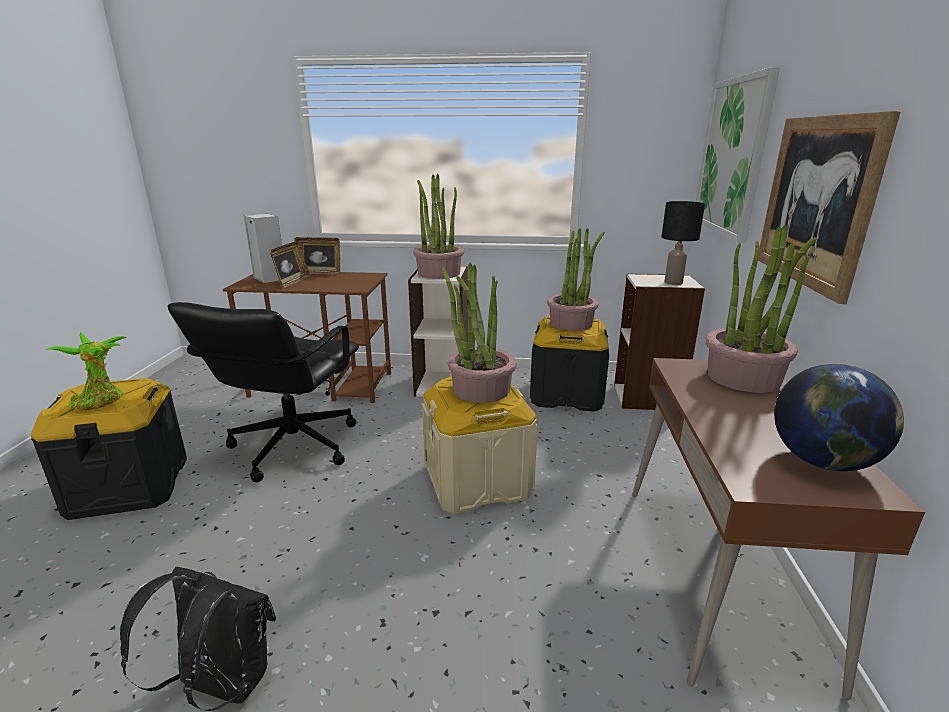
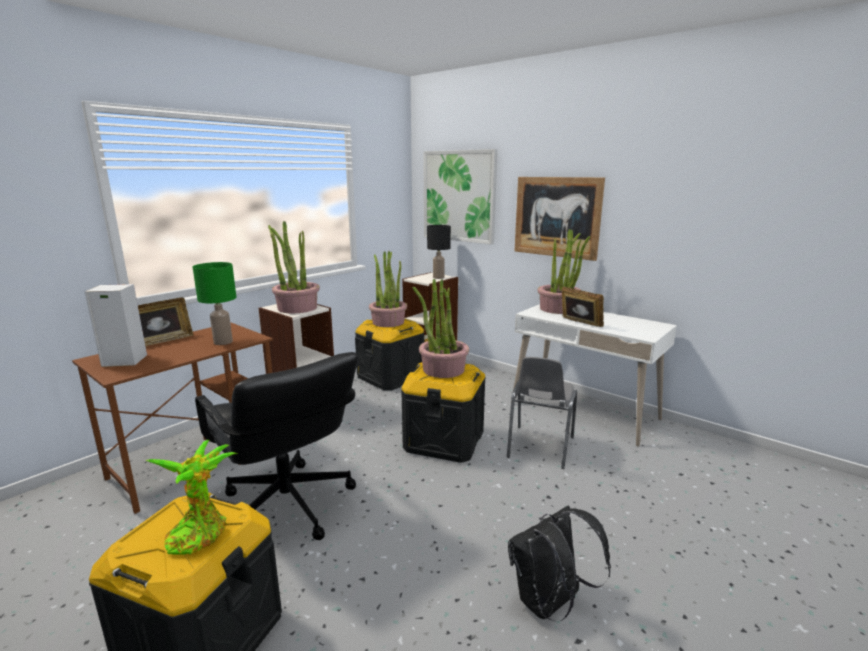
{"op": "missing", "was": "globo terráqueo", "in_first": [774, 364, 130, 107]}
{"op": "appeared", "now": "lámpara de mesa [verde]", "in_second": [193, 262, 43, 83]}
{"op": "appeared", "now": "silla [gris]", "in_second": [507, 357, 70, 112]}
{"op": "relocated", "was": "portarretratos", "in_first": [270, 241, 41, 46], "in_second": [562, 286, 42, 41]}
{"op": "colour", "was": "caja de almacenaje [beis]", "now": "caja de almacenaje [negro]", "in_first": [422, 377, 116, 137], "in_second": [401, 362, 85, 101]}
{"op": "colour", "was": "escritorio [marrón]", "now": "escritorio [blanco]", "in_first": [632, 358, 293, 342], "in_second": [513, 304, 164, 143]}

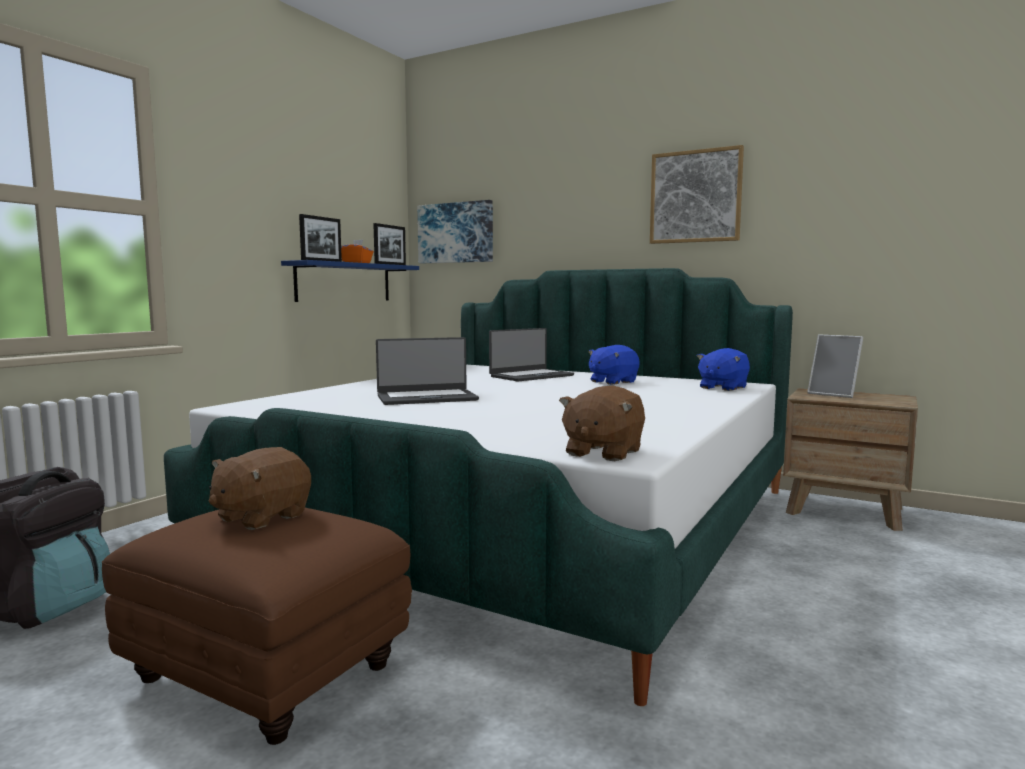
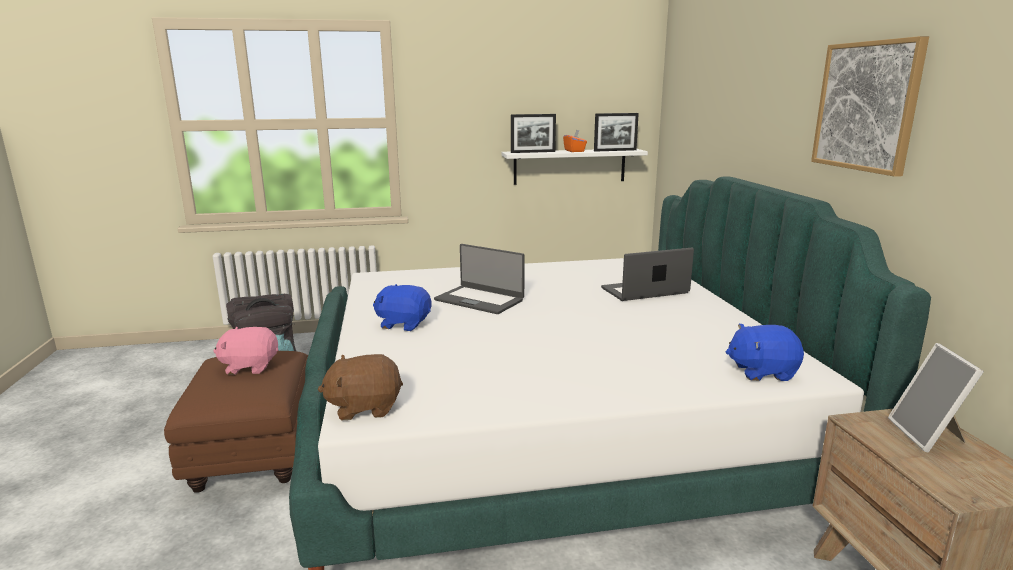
{"op": "missing", "was": "cuadro", "in_first": [417, 200, 76, 63]}
{"op": "relocated", "was": "peluche [azul]", "in_first": [588, 345, 52, 40], "in_second": [373, 284, 59, 47]}
{"op": "colour", "was": "peluche [marrón]", "now": "peluche [rosa]", "in_first": [209, 447, 102, 83], "in_second": [213, 327, 65, 48]}
{"op": "colour", "was": "estante [azul]", "now": "estante [blanco]", "in_first": [281, 260, 138, 42], "in_second": [501, 149, 147, 36]}
{"op": "spun", "was": "portátil", "in_first": [489, 328, 85, 54], "in_second": [601, 248, 93, 53], "clockwise": 150}

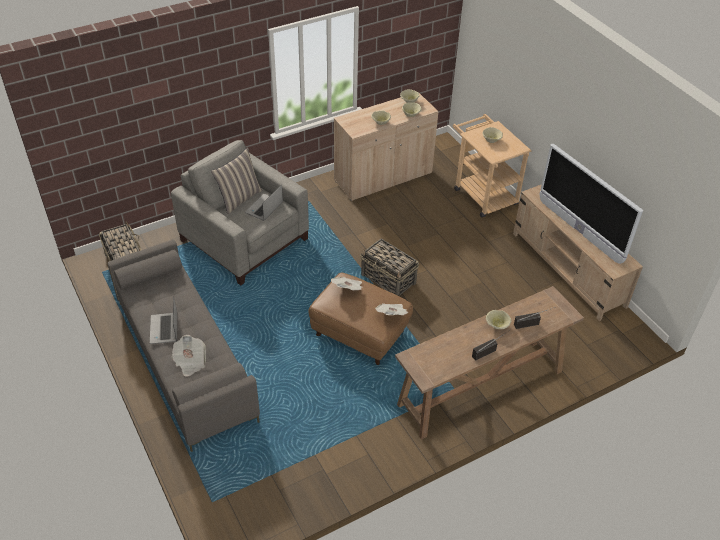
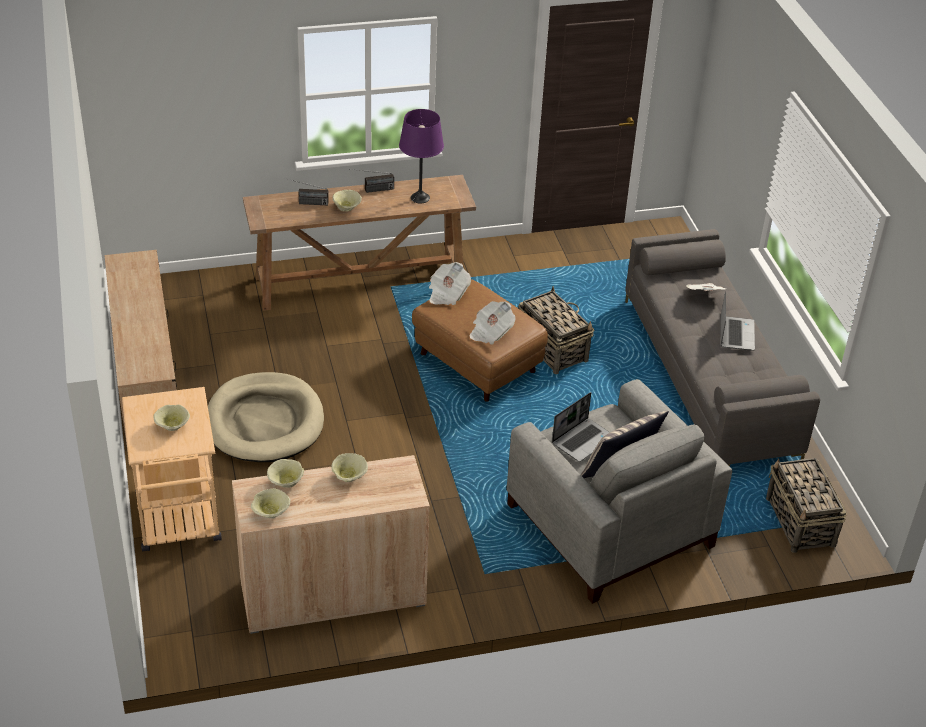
{"op": "missing", "was": "televisor", "in_first": [540, 144, 103, 120]}
{"op": "appeared", "now": "cama para perro [beis]", "in_second": [208, 372, 116, 90]}
{"op": "appeared", "now": "lámpara de mesa [morado]", "in_second": [399, 109, 45, 95]}
{"op": "relocated", "was": "cesta", "in_first": [360, 238, 59, 58], "in_second": [518, 286, 76, 88]}

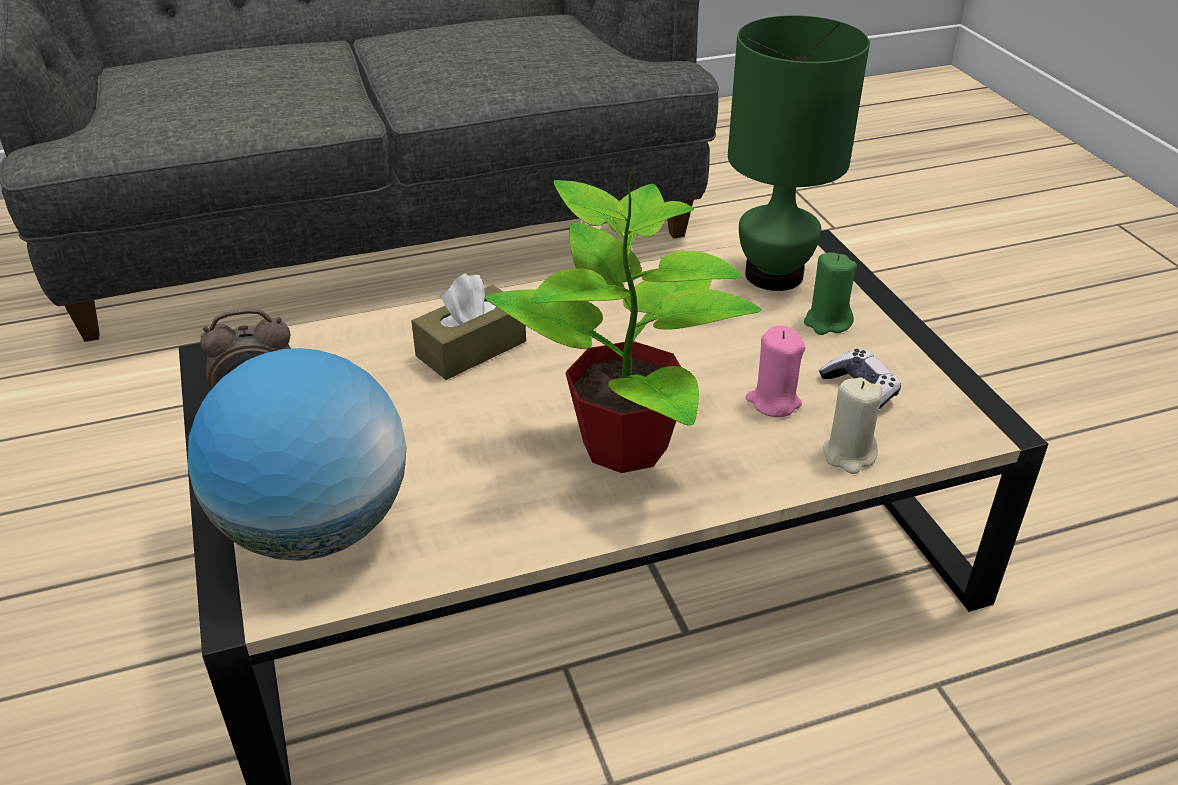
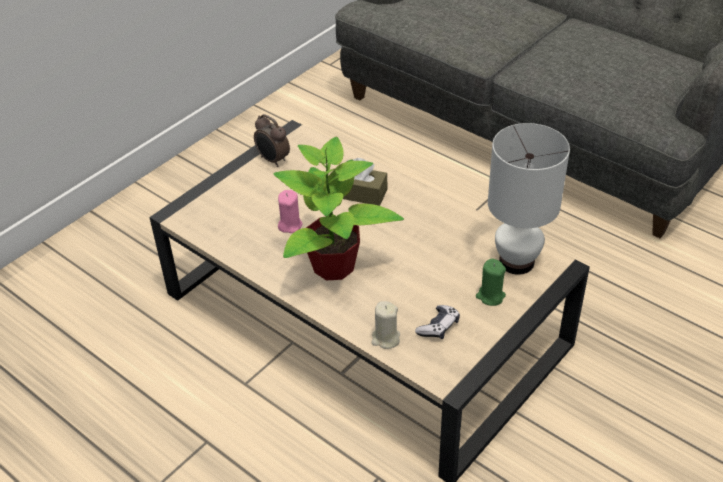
{"op": "missing", "was": "globo terráqueo", "in_first": [188, 348, 218, 213]}
{"op": "relocated", "was": "vela [rosa]", "in_first": [745, 325, 61, 92], "in_second": [278, 190, 25, 43]}
{"op": "colour", "was": "lámpara de mesa [verde]", "now": "lámpara de mesa [blanco]", "in_first": [728, 15, 142, 276], "in_second": [488, 123, 82, 152]}

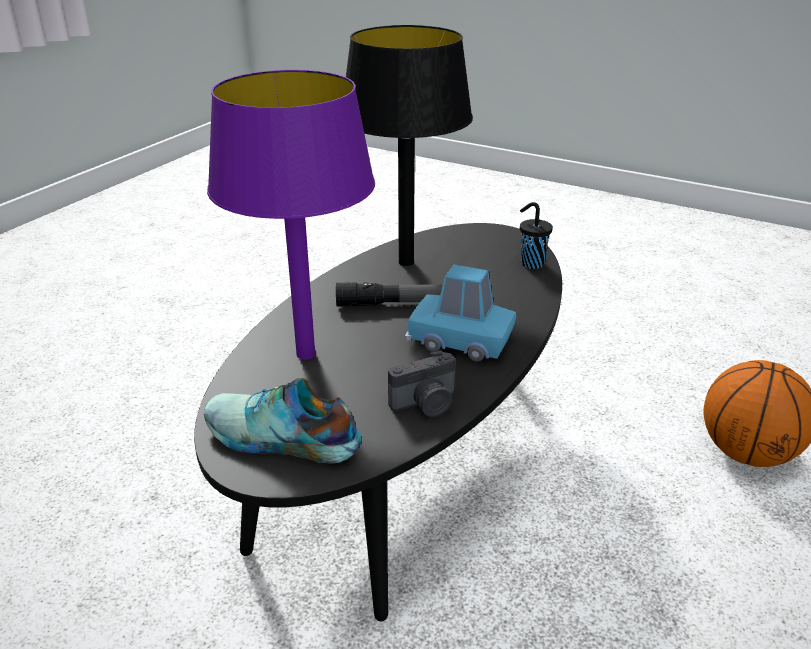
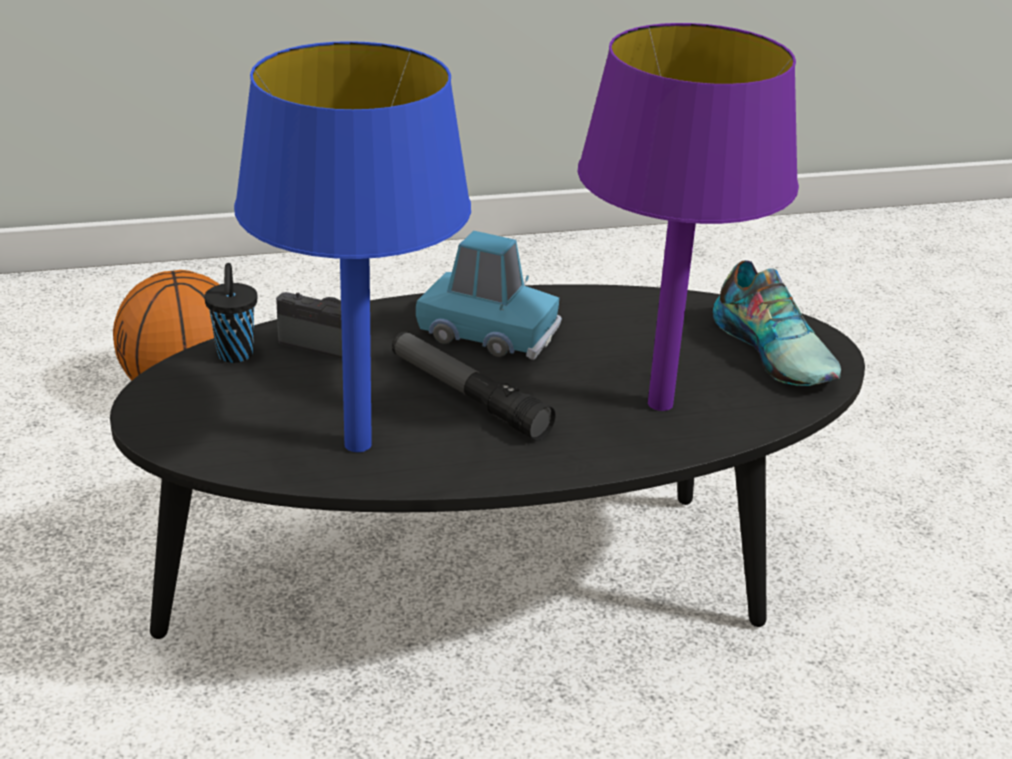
{"op": "relocated", "was": "cámara", "in_first": [388, 351, 67, 66], "in_second": [276, 292, 66, 67]}
{"op": "colour", "was": "lámpara de mesa [negro]", "now": "lámpara de mesa [azul]", "in_first": [346, 25, 127, 241], "in_second": [234, 41, 237, 411]}
{"op": "spun", "was": "coche de juguete [azul]", "in_first": [405, 264, 111, 97], "in_second": [416, 231, 146, 129], "clockwise": -45}

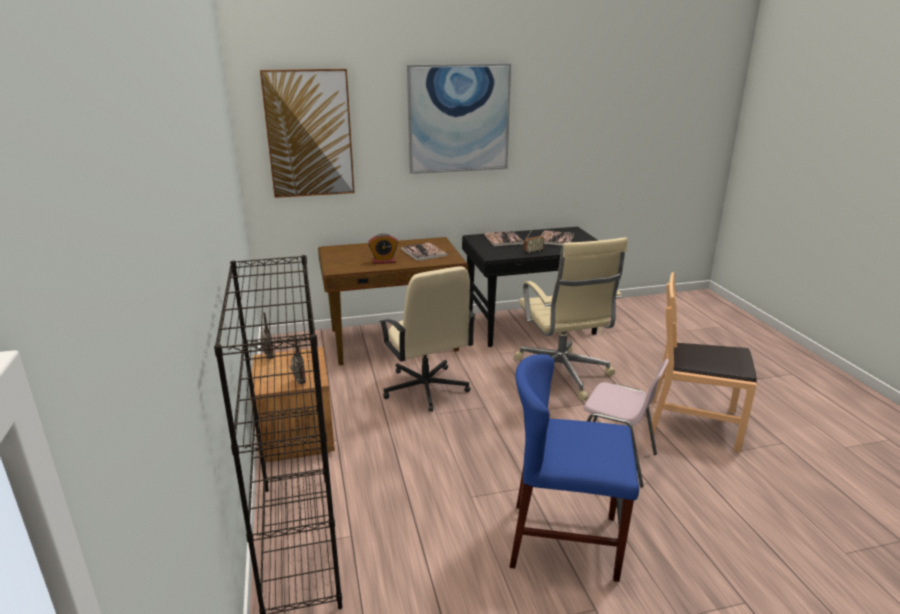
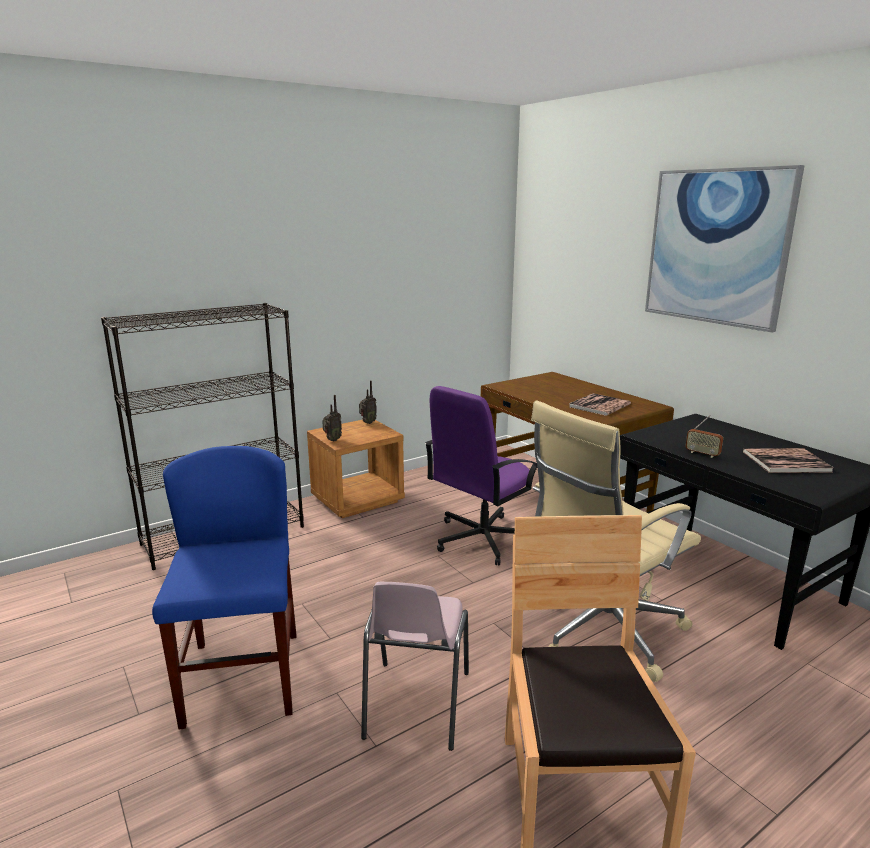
{"op": "missing", "was": "cuadro", "in_first": [260, 69, 95, 129]}
{"op": "missing", "was": "despertador", "in_first": [368, 233, 30, 31]}
{"op": "missing", "was": "libro", "in_first": [484, 231, 40, 15]}
{"op": "colour", "was": "silla de oficina [beis]", "now": "silla de oficina [morado]", "in_first": [379, 266, 97, 146], "in_second": [425, 386, 112, 179]}

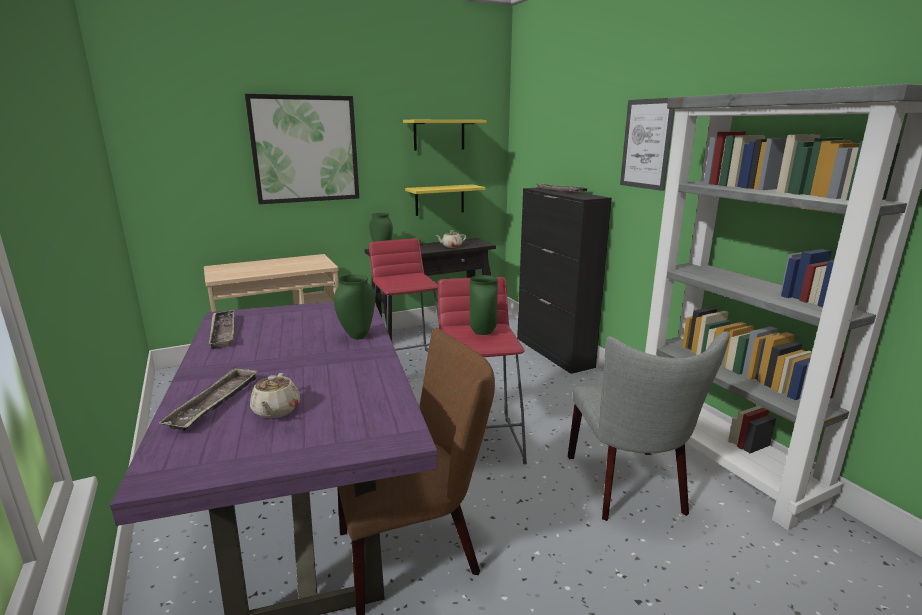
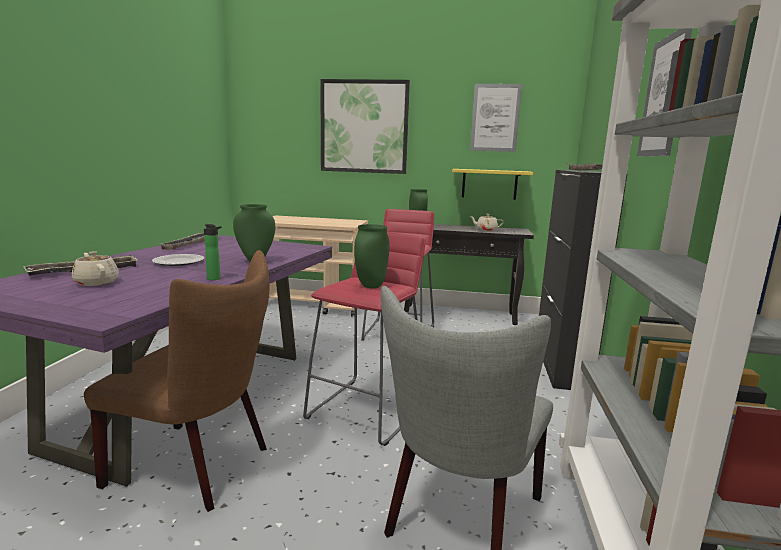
{"op": "appeared", "now": "plato", "in_second": [152, 254, 52, 12]}
{"op": "appeared", "now": "botella", "in_second": [204, 224, 18, 56]}
{"op": "exchanged", "was": "estante [amarillo]", "now": "cuadro", "in_first": [403, 120, 84, 31], "in_second": [470, 84, 52, 68]}
{"op": "spun", "was": "tetera [beis]", "in_first": [250, 373, 50, 45], "in_second": [72, 251, 47, 35], "clockwise": 105}

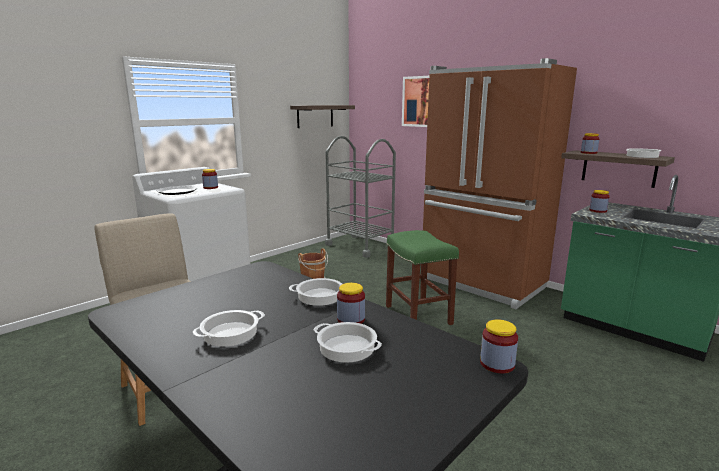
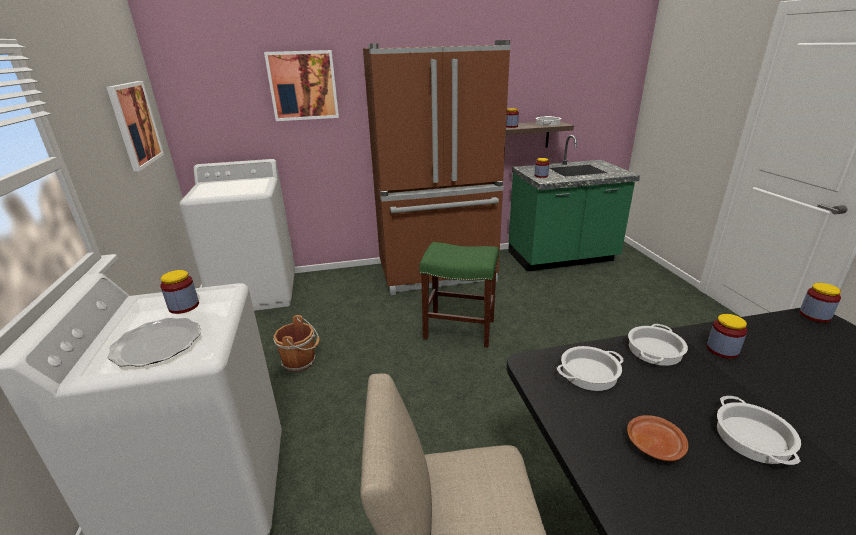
{"op": "appeared", "now": "plato [marrón]", "in_second": [627, 415, 61, 46]}
{"op": "relocated", "was": "olla", "in_first": [314, 322, 68, 41], "in_second": [557, 346, 67, 45]}
{"op": "exchanged", "was": "estante", "now": "cuadro", "in_first": [290, 105, 65, 23], "in_second": [106, 81, 58, 91]}
{"op": "exchanged", "was": "carrito [gris]", "now": "lavadora [blanco]", "in_first": [325, 136, 71, 122], "in_second": [179, 159, 116, 152]}

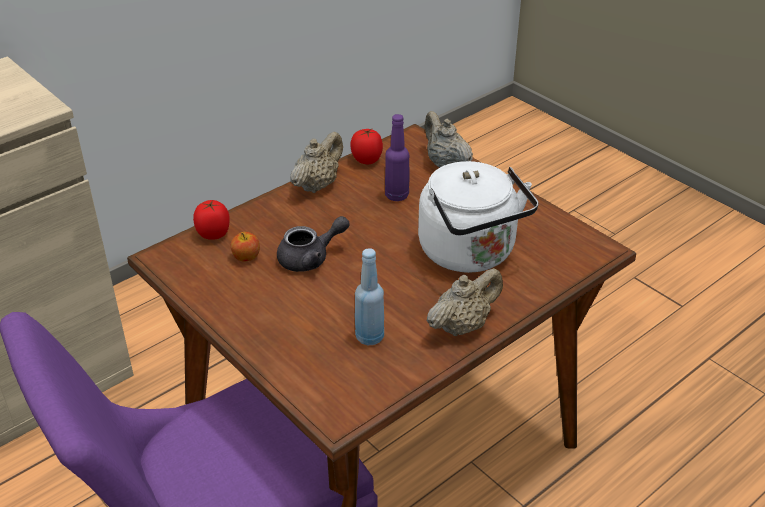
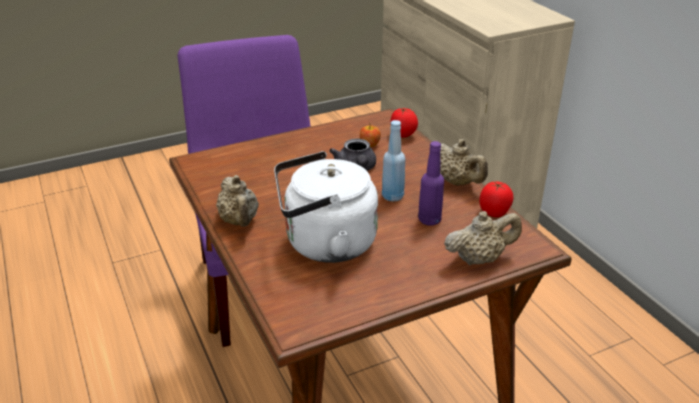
{"op": "relocated", "was": "botella [azul]", "in_first": [355, 248, 29, 97], "in_second": [382, 120, 23, 81]}

